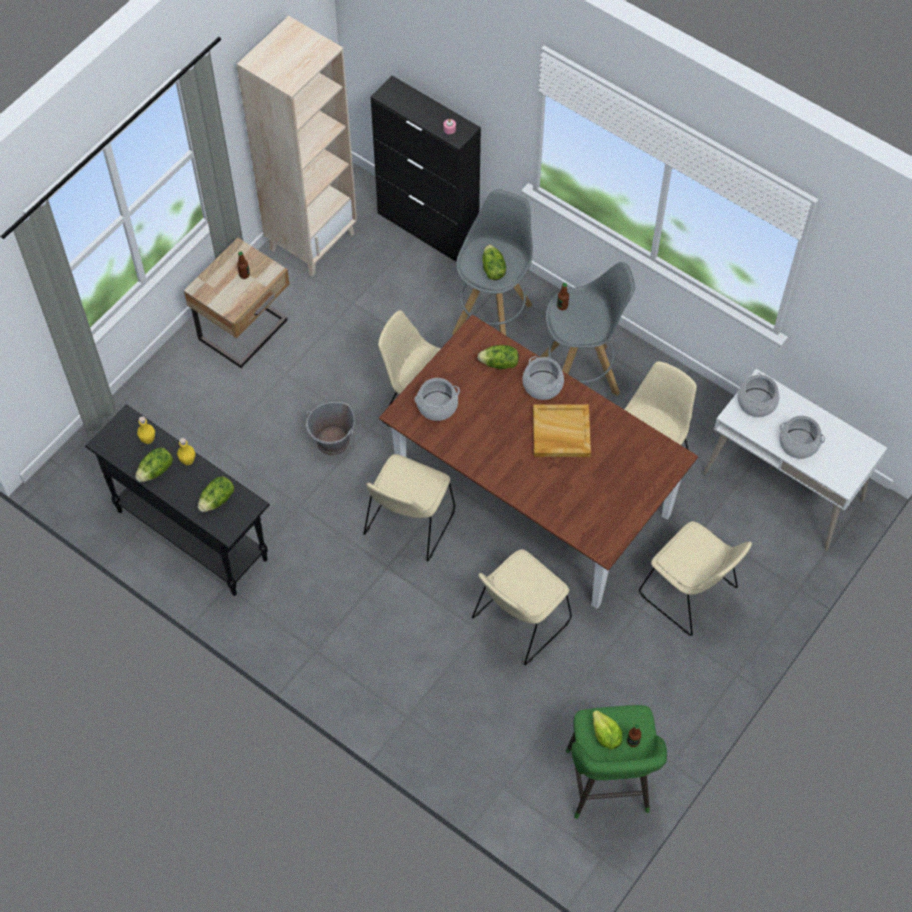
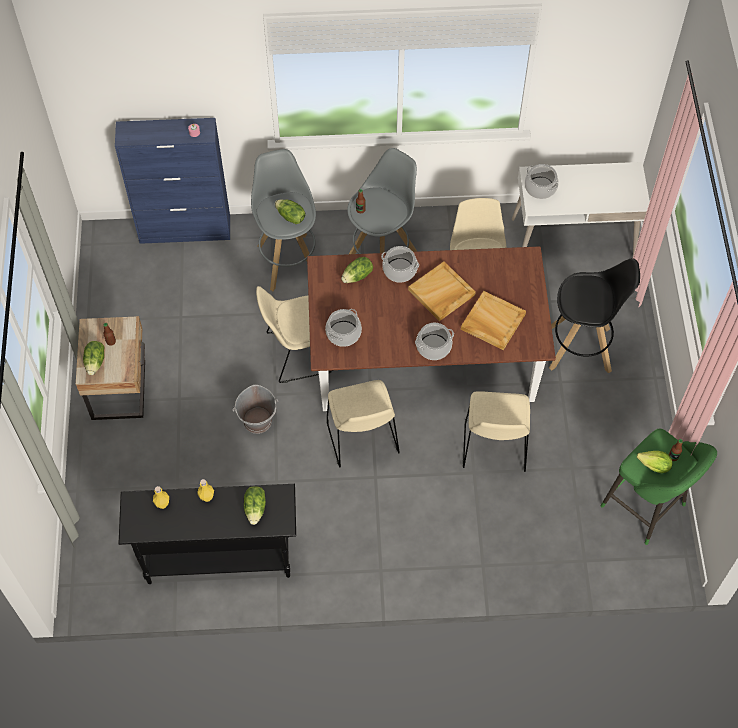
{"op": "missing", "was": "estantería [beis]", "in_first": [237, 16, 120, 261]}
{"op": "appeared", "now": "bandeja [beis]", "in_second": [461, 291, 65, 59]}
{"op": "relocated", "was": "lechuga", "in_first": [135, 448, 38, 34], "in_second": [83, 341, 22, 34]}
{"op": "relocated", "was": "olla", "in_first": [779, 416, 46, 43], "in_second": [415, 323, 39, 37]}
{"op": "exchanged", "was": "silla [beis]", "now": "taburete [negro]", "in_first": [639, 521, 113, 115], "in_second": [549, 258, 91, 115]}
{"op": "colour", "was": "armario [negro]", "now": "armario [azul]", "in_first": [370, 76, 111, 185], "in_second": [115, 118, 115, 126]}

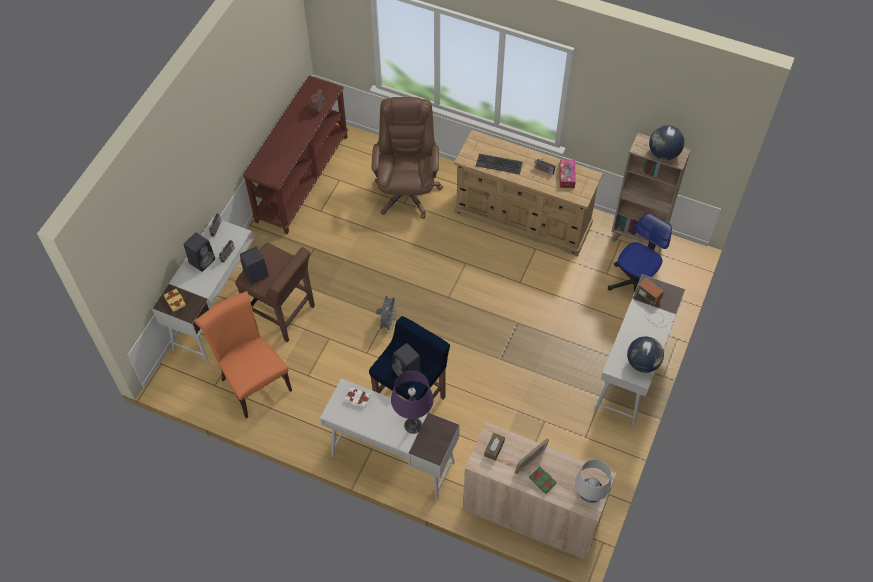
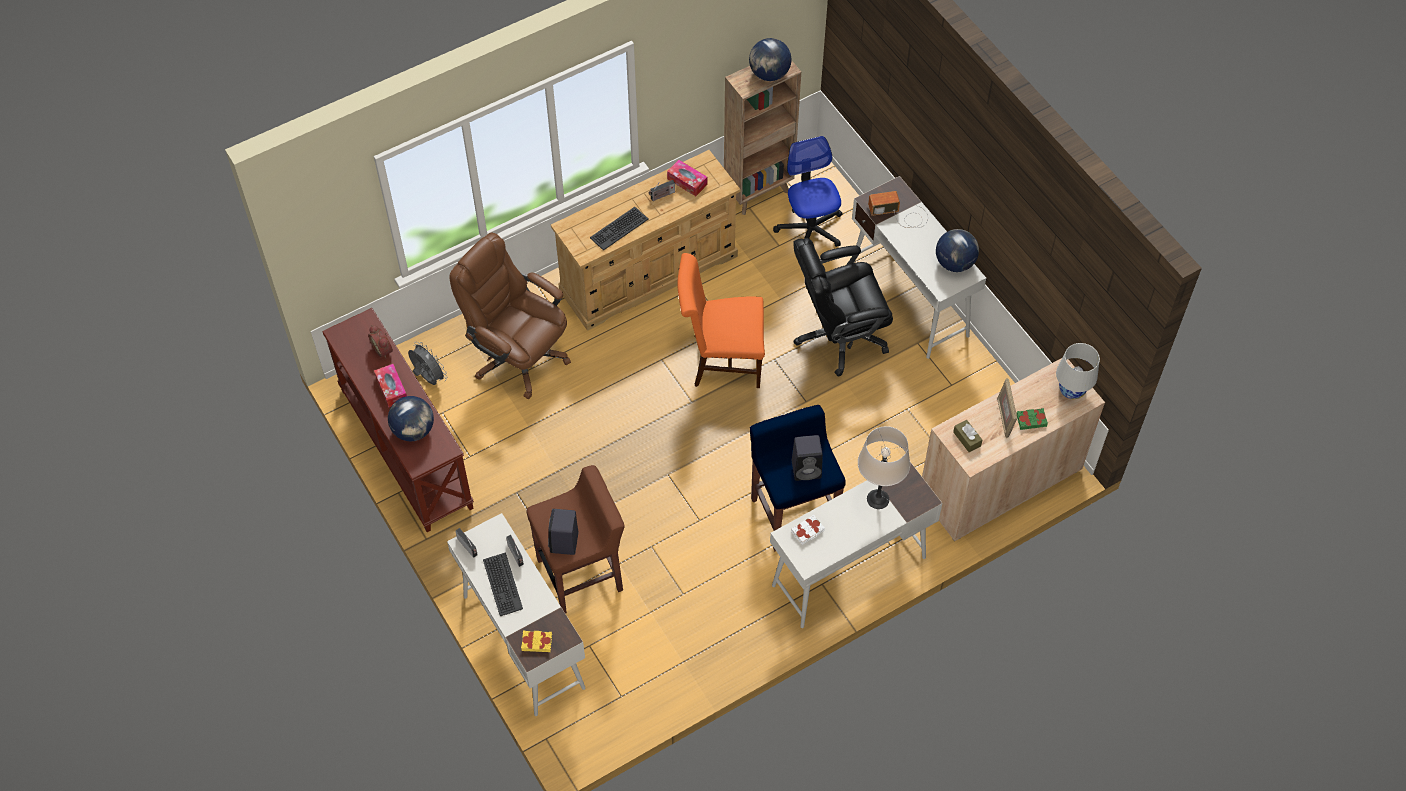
{"op": "appeared", "now": "caja de pañuelos", "in_second": [374, 364, 33, 43]}
{"op": "appeared", "now": "globo terráqueo", "in_second": [388, 396, 46, 45]}
{"op": "appeared", "now": "silla de oficina [negro]", "in_second": [793, 238, 100, 139]}
{"op": "relocated", "was": "silla [naranja]", "in_first": [195, 291, 97, 127], "in_second": [678, 253, 87, 135]}
{"op": "relocated", "was": "ventilador [gris]", "in_first": [376, 295, 21, 38], "in_second": [408, 342, 39, 43]}
{"op": "exchanged", "was": "altavoz [negro]", "now": "teclado", "in_first": [184, 232, 31, 40], "in_second": [483, 552, 40, 64]}
{"op": "colour", "was": "lámpara de mesa [morado]", "now": "lámpara de mesa [beis]", "in_first": [391, 371, 43, 63], "in_second": [858, 426, 52, 83]}

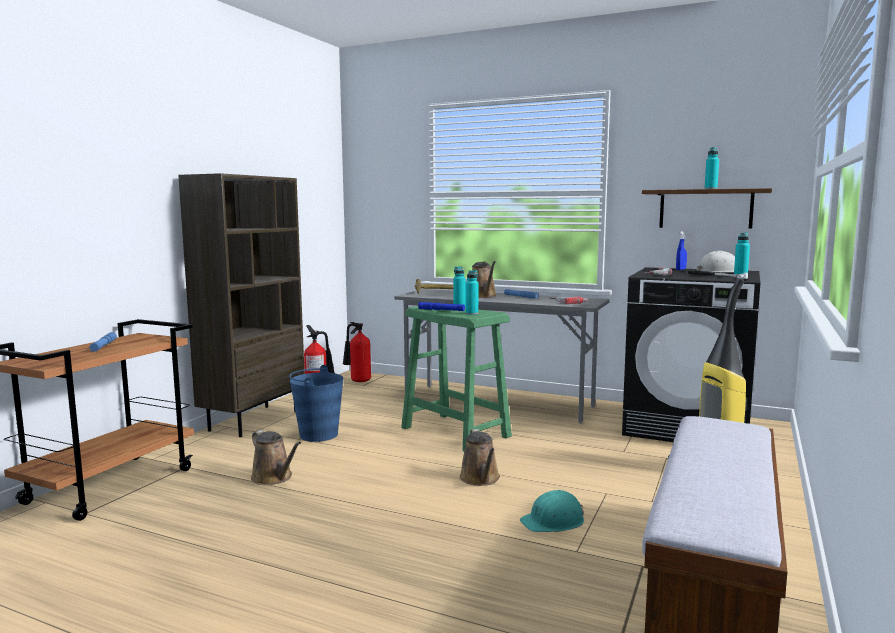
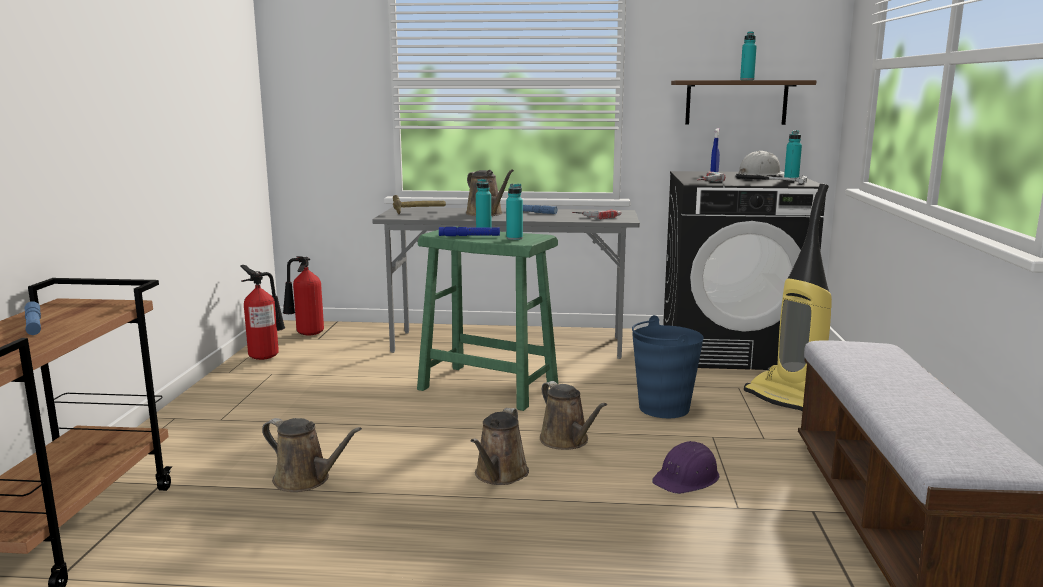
{"op": "missing", "was": "estantería [marrón]", "in_first": [178, 173, 127, 264]}
{"op": "appeared", "now": "regadera [marrón]", "in_second": [471, 408, 58, 77]}
{"op": "relocated", "was": "cubo [azul]", "in_first": [289, 365, 54, 77], "in_second": [632, 315, 72, 103]}
{"op": "colour", "was": "casco [turquesa]", "now": "casco [morado]", "in_first": [520, 490, 64, 42], "in_second": [652, 441, 67, 53]}

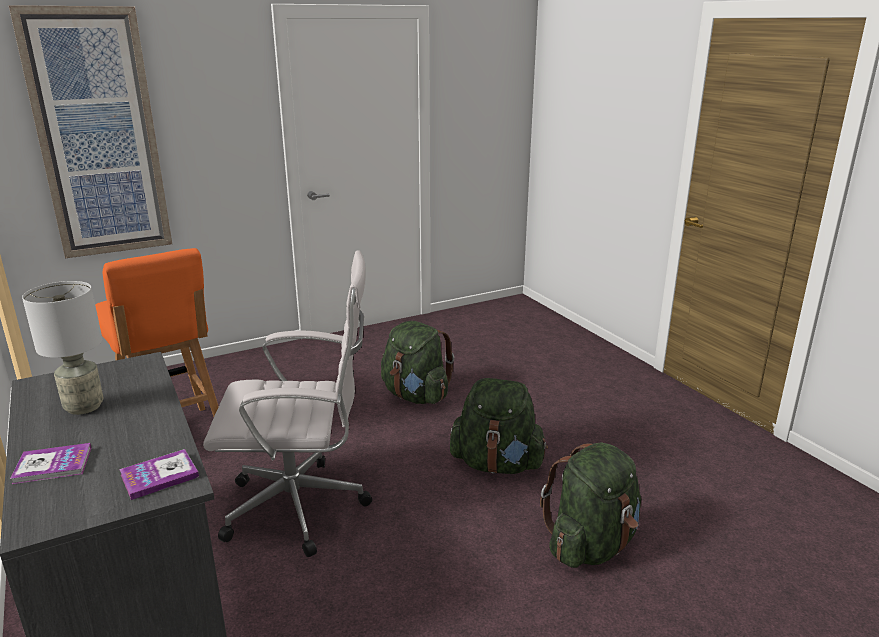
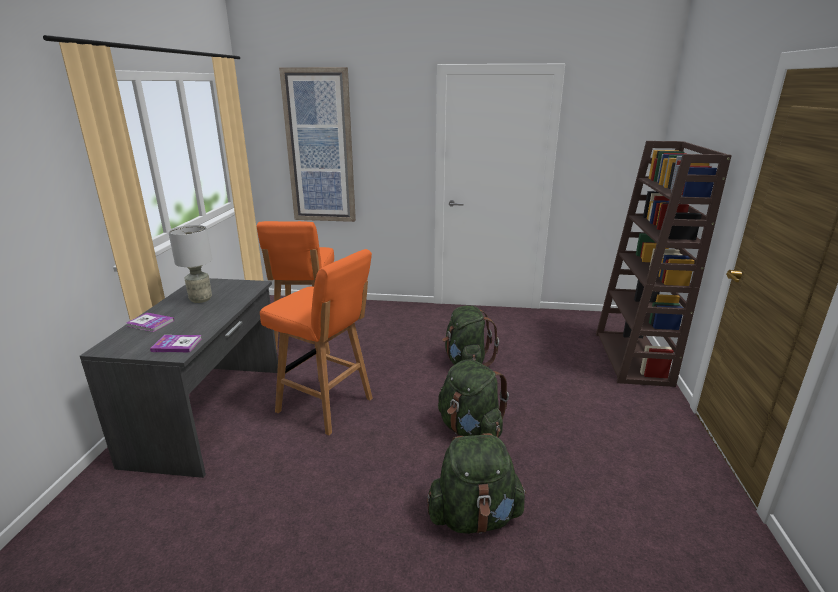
{"op": "appeared", "now": "estantería [marrón]", "in_second": [596, 141, 136, 246]}
{"op": "exchanged", "was": "silla de oficina [blanco]", "now": "taburete [naranja]", "in_first": [203, 250, 169, 307], "in_second": [260, 249, 113, 186]}

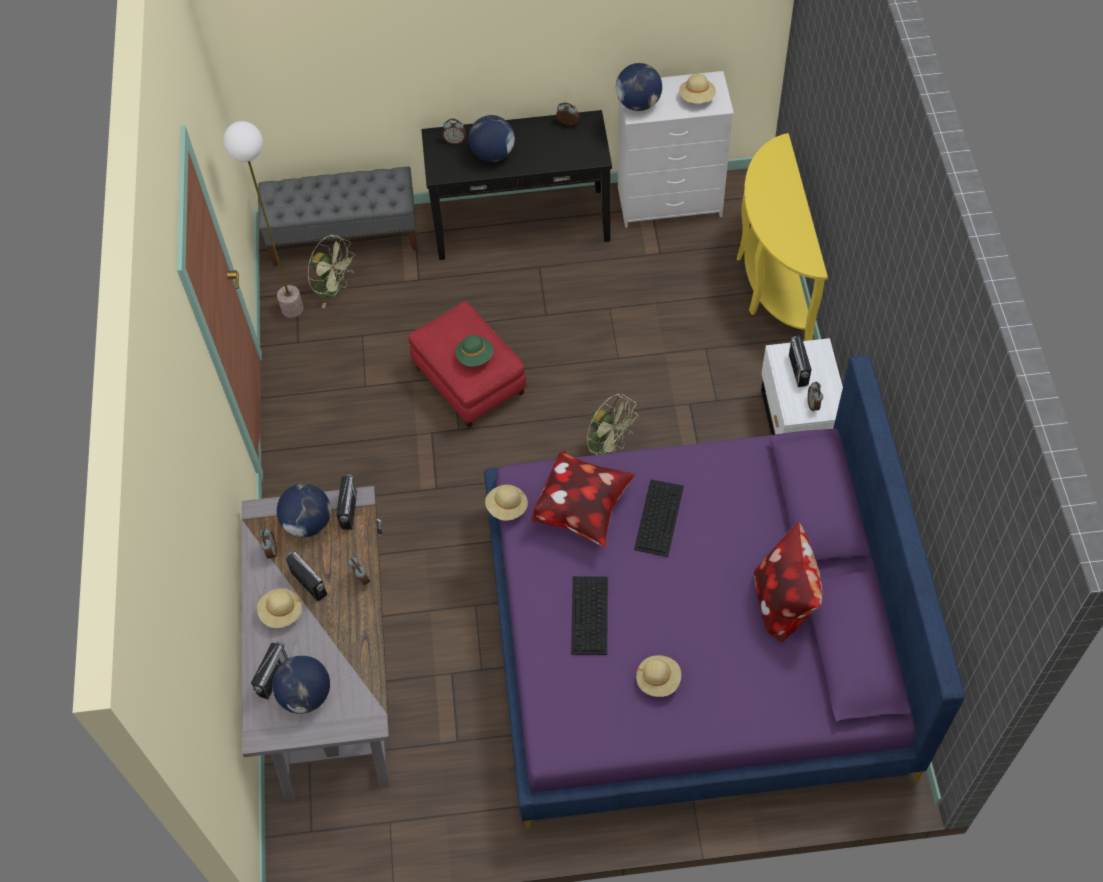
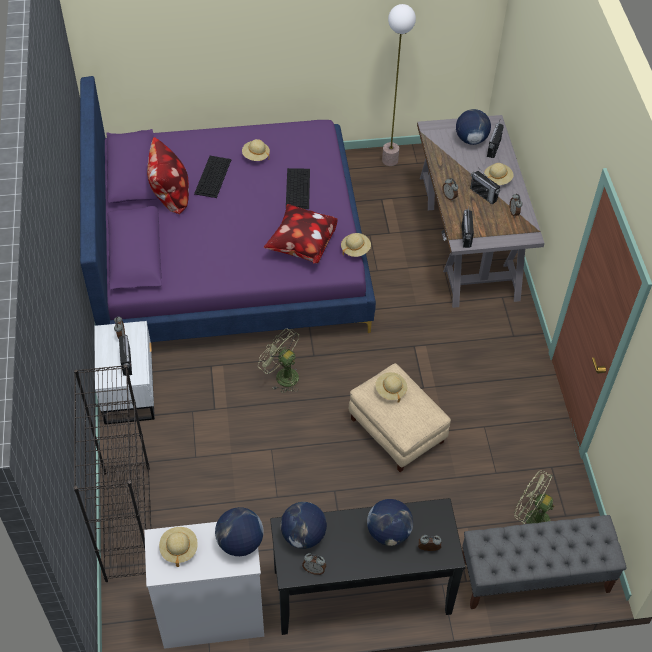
{"op": "relocated", "was": "lámpara de pie", "in_first": [223, 121, 81, 197], "in_second": [382, 4, 34, 162]}
{"op": "relocated", "was": "globo terráqueo", "in_first": [277, 484, 54, 53], "in_second": [280, 502, 47, 47]}
{"op": "relocated", "was": "teclado", "in_first": [634, 480, 50, 77], "in_second": [194, 156, 38, 42]}
{"op": "exchanged", "was": "mesa consola [amarillo]", "now": "estantería [negro]", "in_first": [737, 133, 91, 208], "in_second": [74, 365, 77, 217]}
{"op": "colour", "was": "puf [rojo]", "now": "puf [beis]", "in_first": [408, 301, 119, 127], "in_second": [349, 363, 102, 109]}
{"op": "colour", "was": "sombrero [verde]", "now": "sombrero [beis]", "in_first": [455, 335, 39, 32], "in_second": [375, 372, 32, 31]}

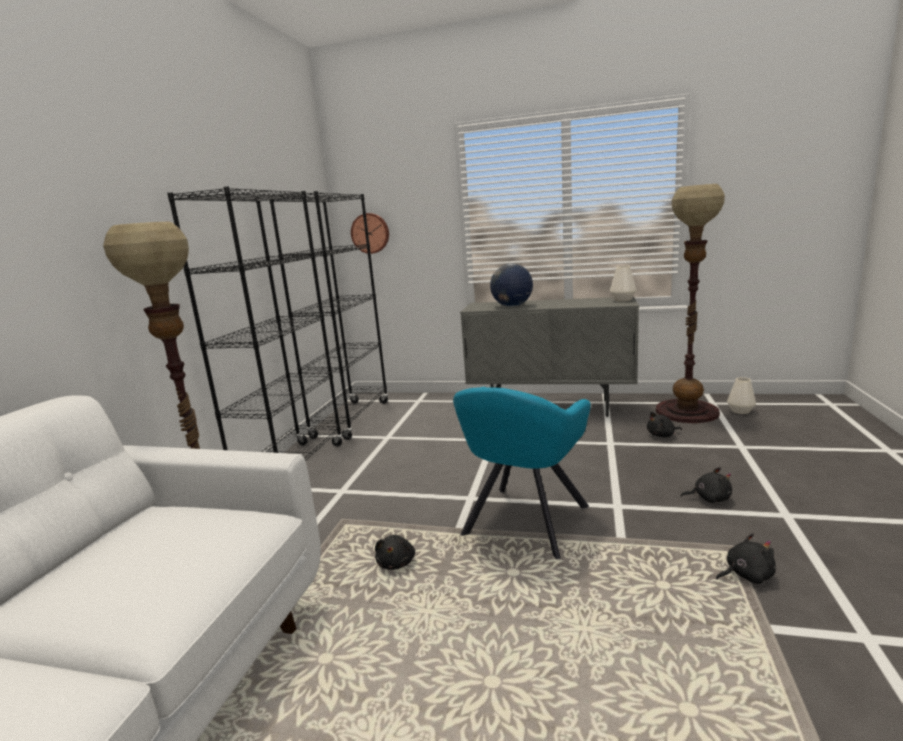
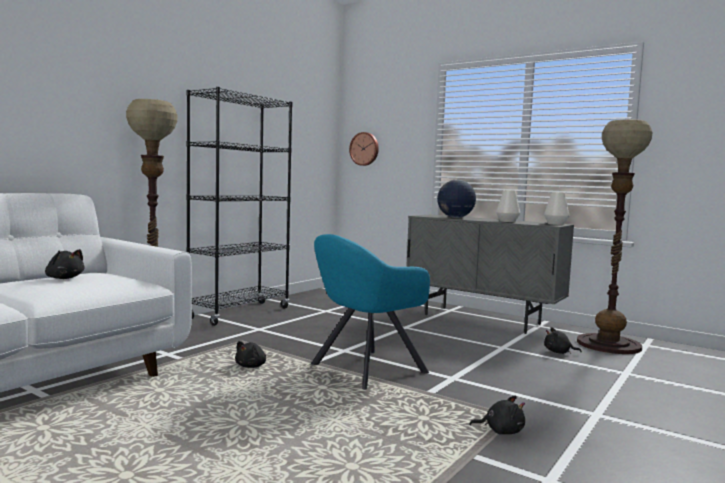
{"op": "missing", "was": "estantería [negro]", "in_first": [269, 191, 119, 249]}
{"op": "relocated", "was": "peluche [negro]", "in_first": [681, 467, 51, 36], "in_second": [45, 249, 39, 30]}
{"op": "relocated", "was": "florero [blanco]", "in_first": [727, 377, 29, 37], "in_second": [496, 190, 24, 32]}

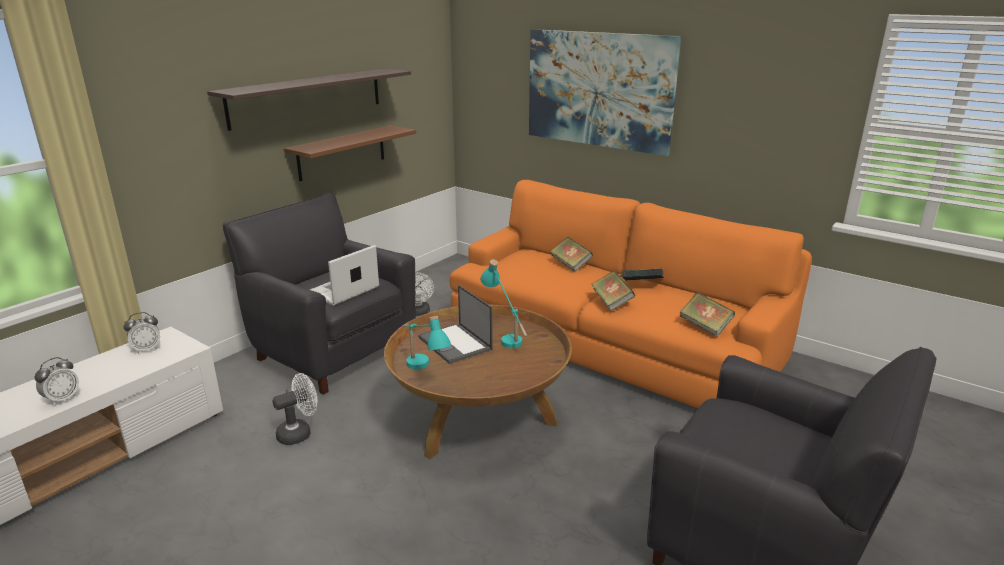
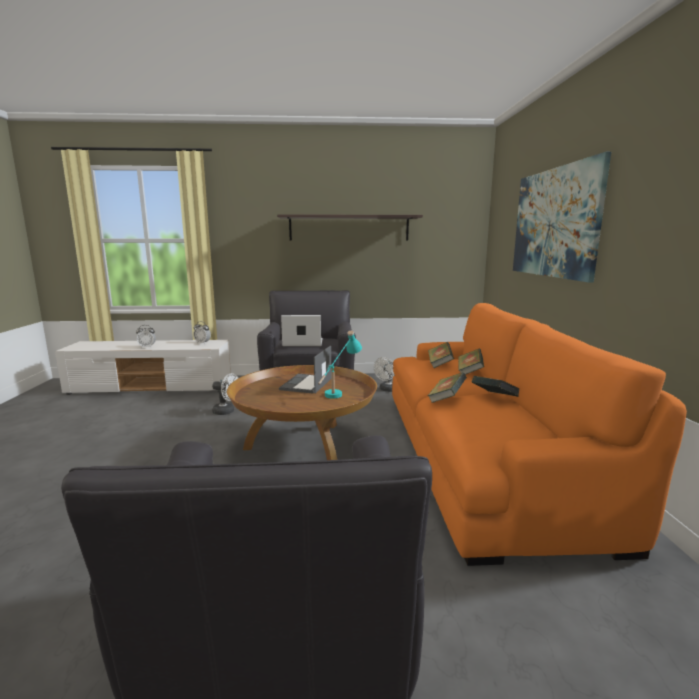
{"op": "missing", "was": "estante [marrón]", "in_first": [284, 126, 132, 55]}
{"op": "missing", "was": "lámpara de mesa [turquesa]", "in_first": [403, 316, 48, 53]}
{"op": "relocated", "was": "libro", "in_first": [680, 292, 55, 45], "in_second": [428, 342, 26, 26]}

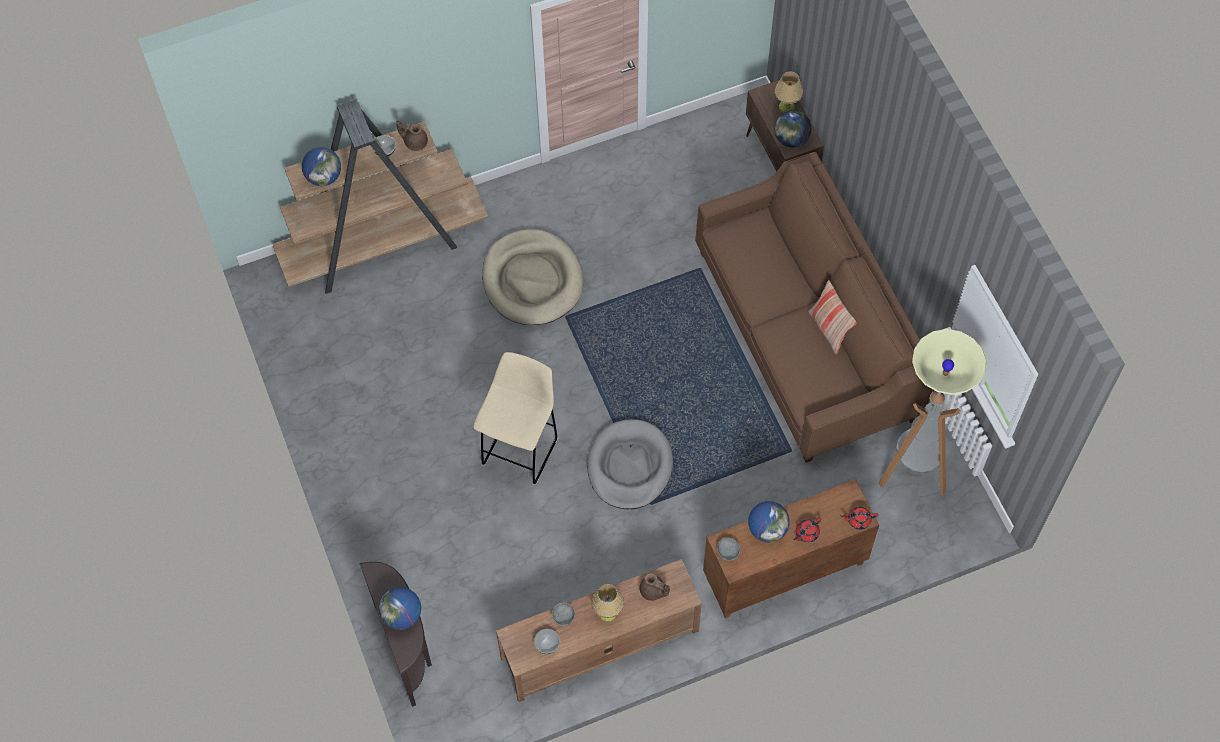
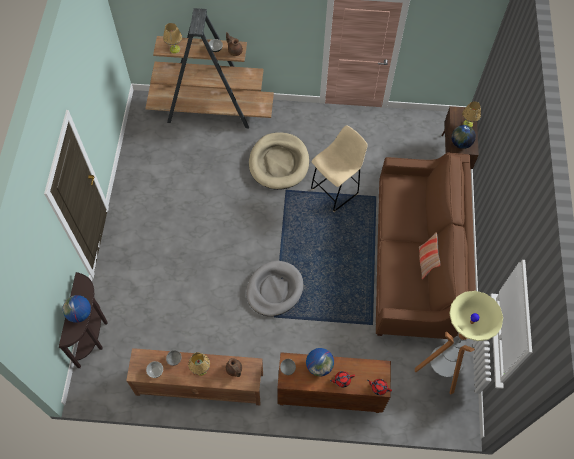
{"op": "relocated", "was": "taburete [beis]", "in_first": [473, 352, 85, 133], "in_second": [311, 126, 57, 86]}
{"op": "exchanged", "was": "globo terráqueo", "now": "lámpara de mesa", "in_first": [302, 147, 39, 39], "in_second": [163, 23, 19, 30]}

